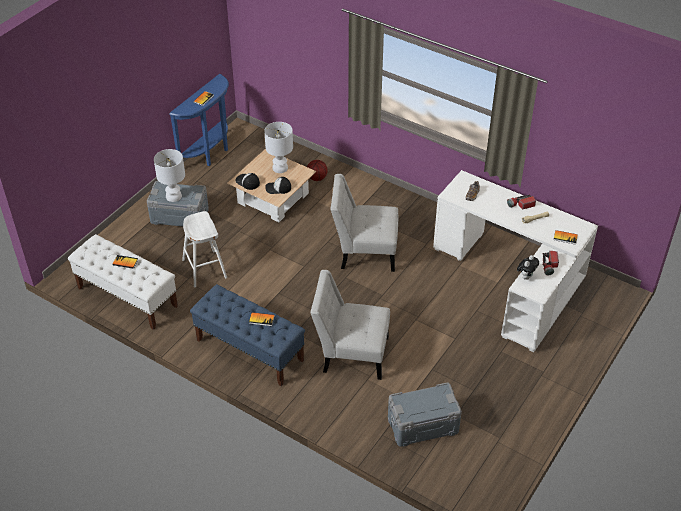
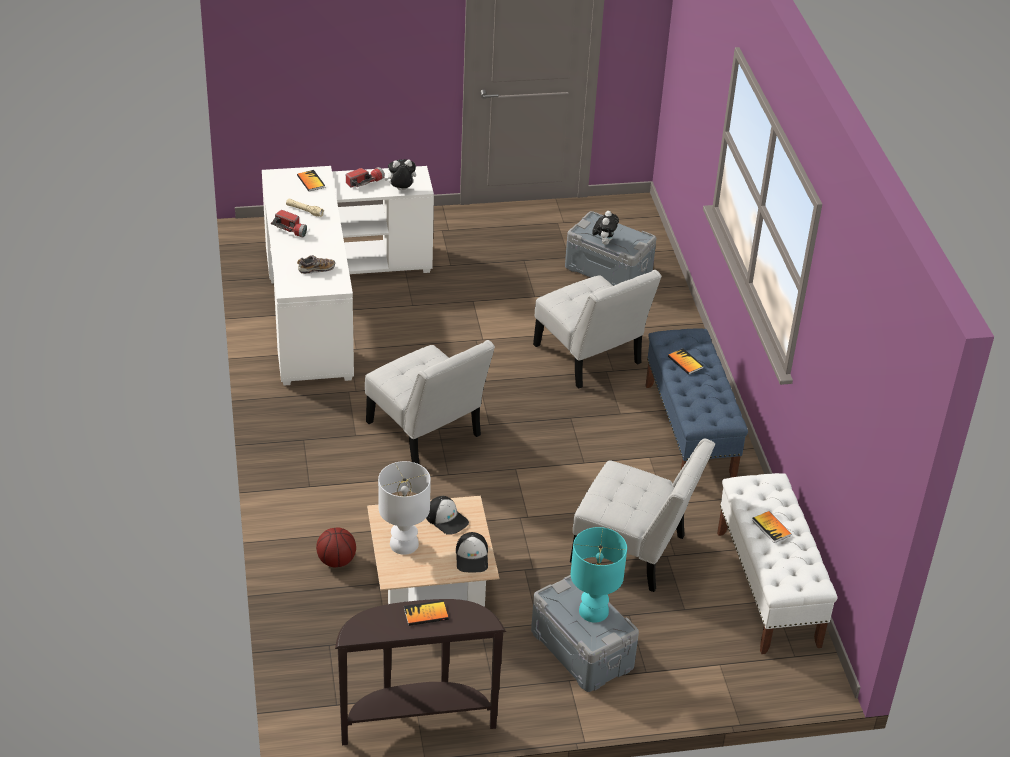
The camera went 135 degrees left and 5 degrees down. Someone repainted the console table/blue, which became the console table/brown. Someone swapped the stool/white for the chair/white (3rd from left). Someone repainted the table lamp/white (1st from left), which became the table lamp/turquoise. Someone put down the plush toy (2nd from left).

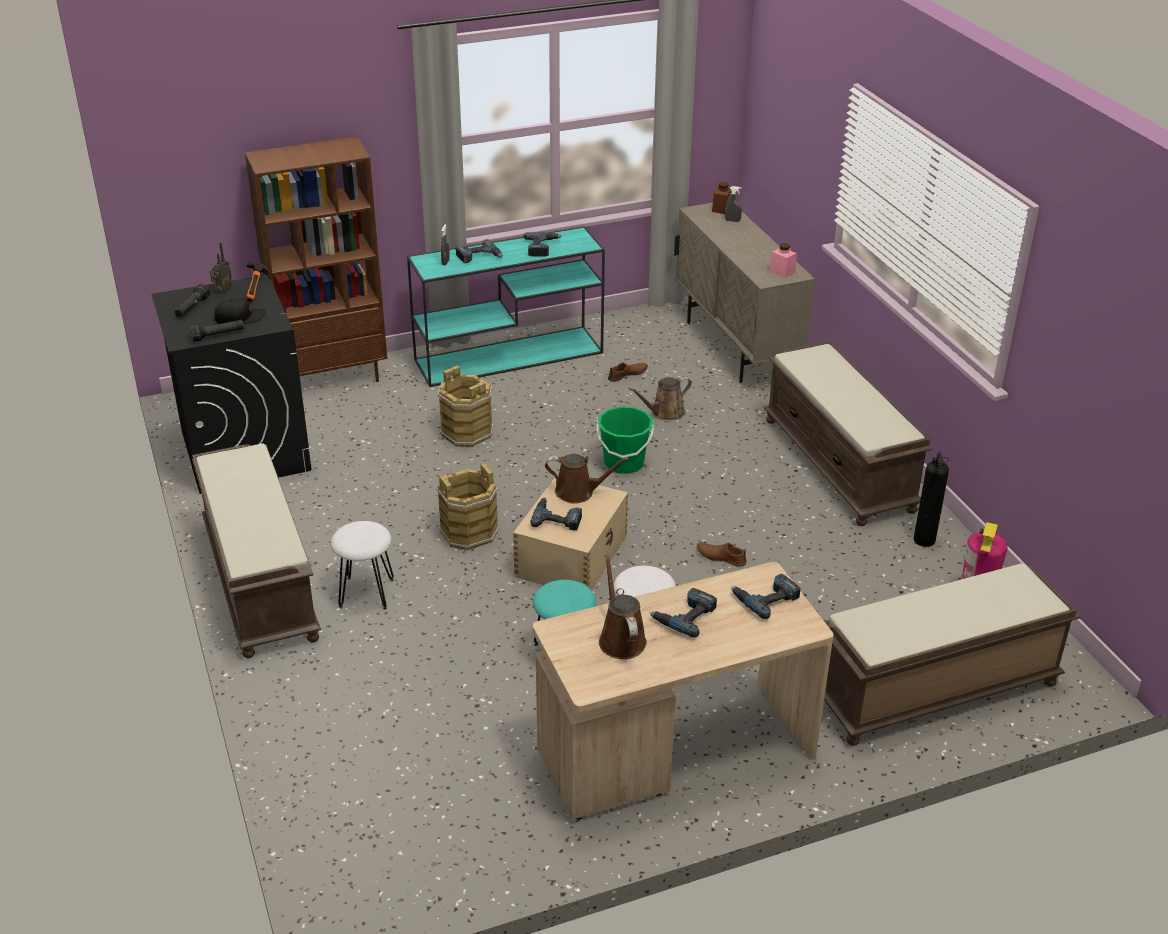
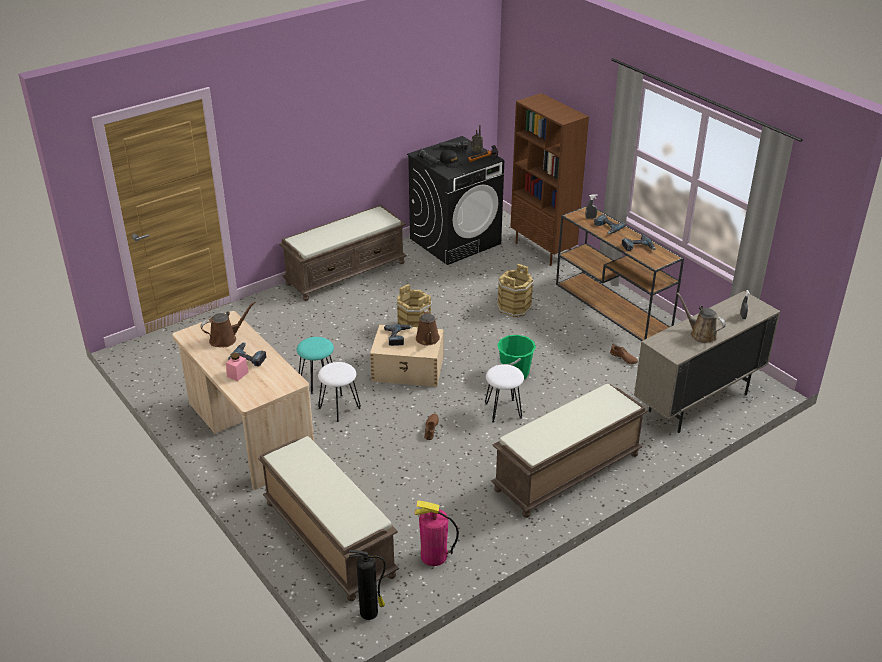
The camera went 75 degrees right and 0 degrees up. Someone carried the jar/pink. Someone carried the fire extinguisher (1st from left). Someone carried the stool/white (1st from left in the first image). Someone repainted the console table/turquoise, which became the console table/brown. Someone carried the watering can/brown (3rd from left). Someone took away the jar/brown. Someone took away the power drill (5th from left).

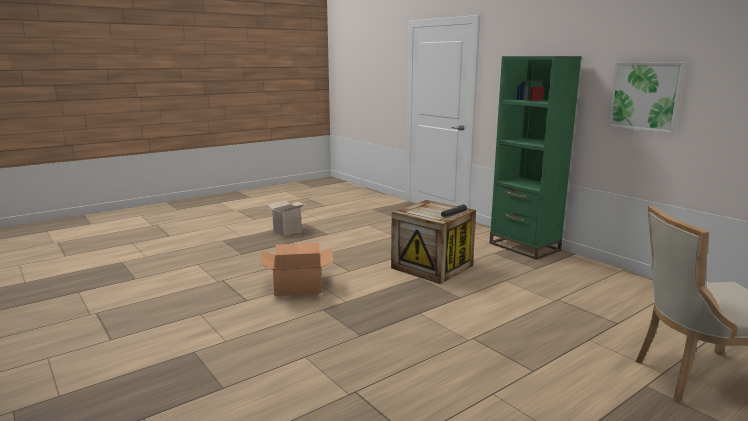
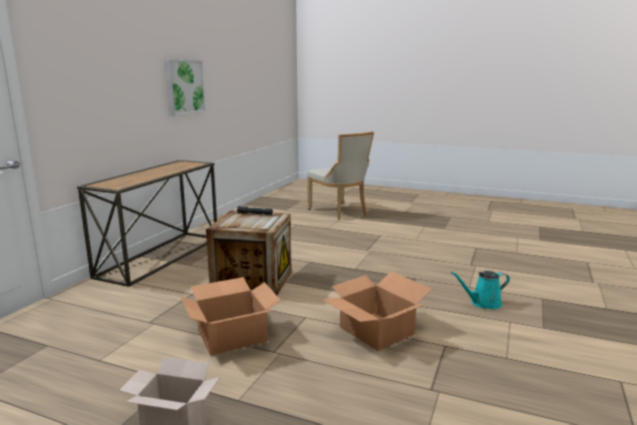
The camera went 120 degrees left and 0 degrees up. Someone swapped the bookcase/green for the console table. Someone put down the cardboard box (2nd from left). Someone put down the watering can/turquoise.

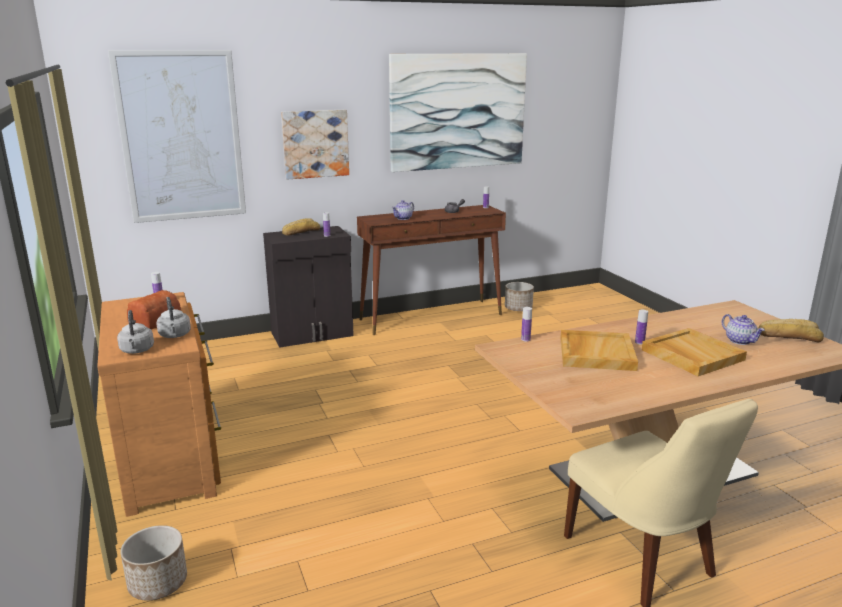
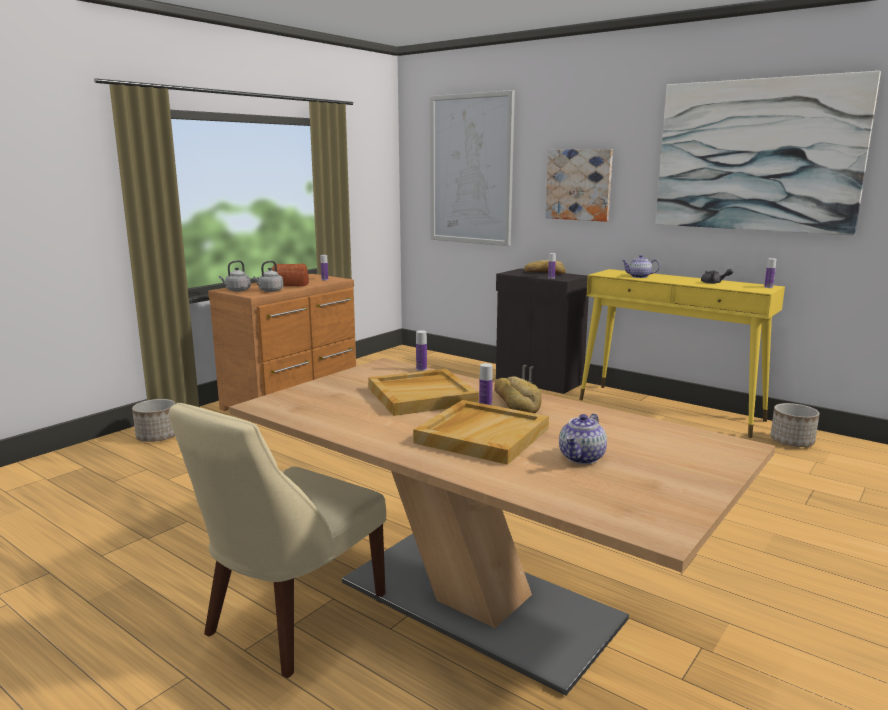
The camera went 60 degrees right and 5 degrees down. Someone carried the bread (3rd from left in the first image). Someone repainted the console table/brown, which became the console table/yellow.

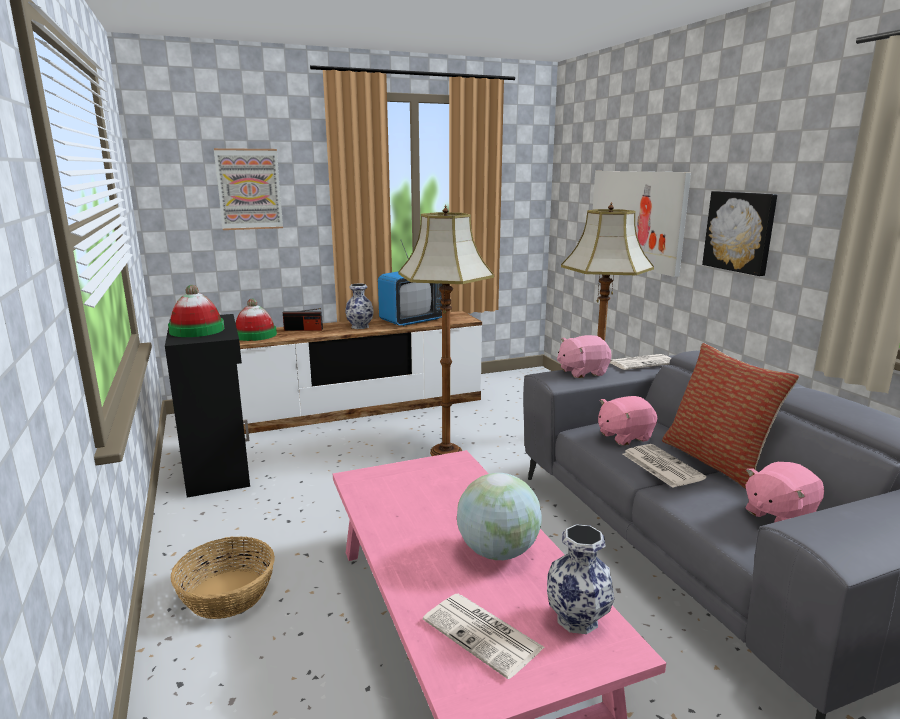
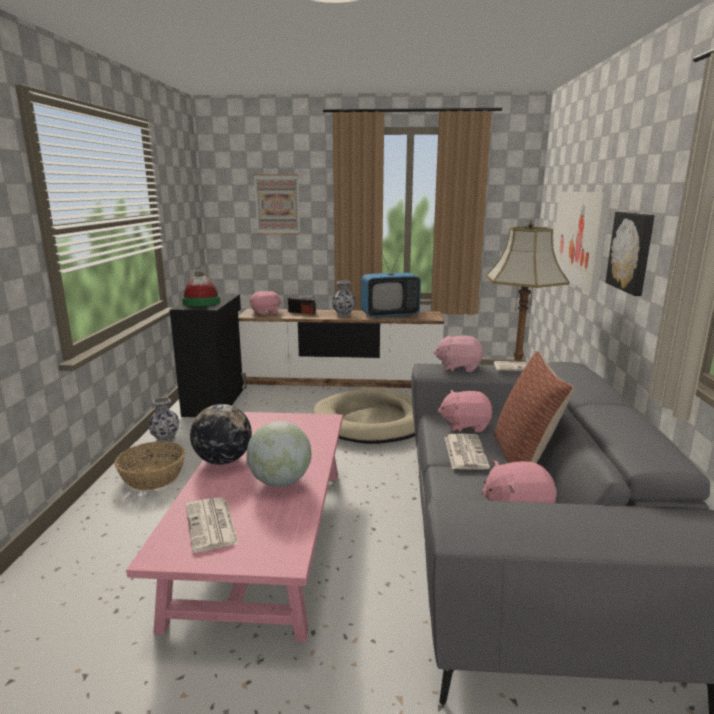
The camera went 25 degrees right and 0 degrees up. Someone carried the vase (2nd from left in the first image). Someone put down the globe (1st from left). Someone swapped the hat (2nd from left) for the plush toy/pink (1st from left). Someone swapped the floor lamp (1st from left) for the dog bed/beige.

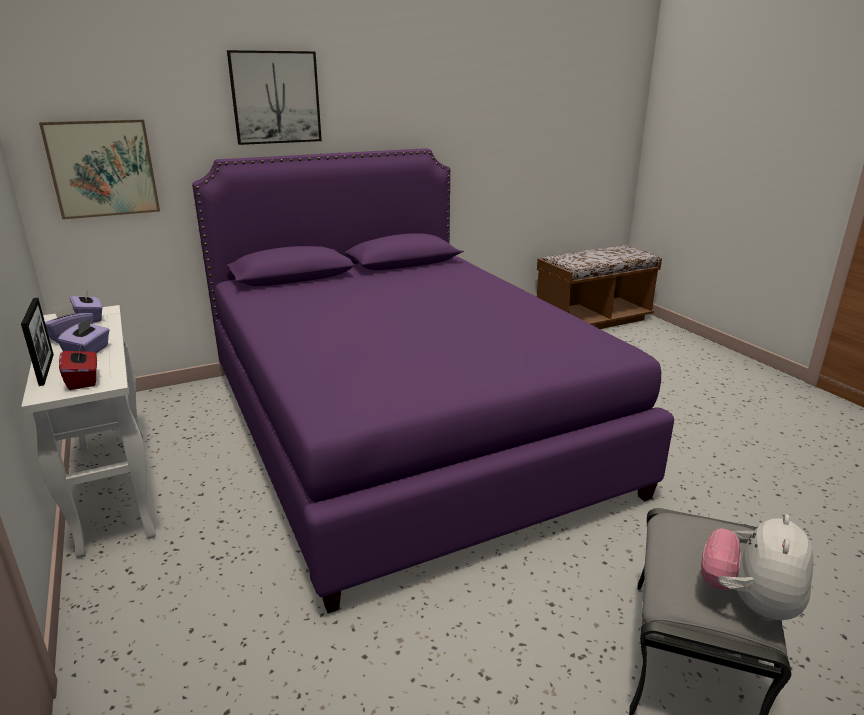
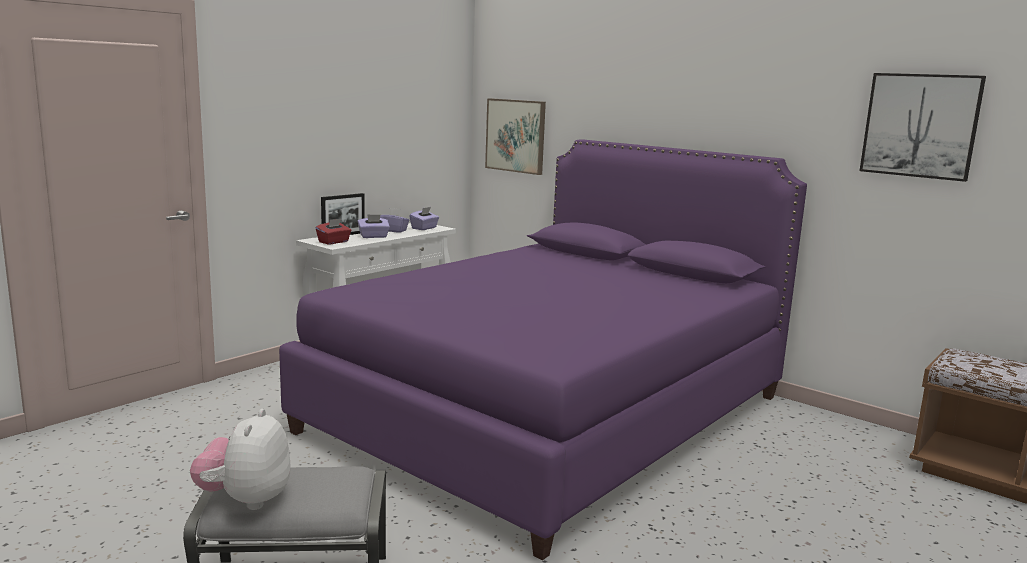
The camera went 65 degrees right and 10 degrees down. Someone rotated the plush toy by 90 degrees counterclockwise. Someone carried the picture (2nd from left).

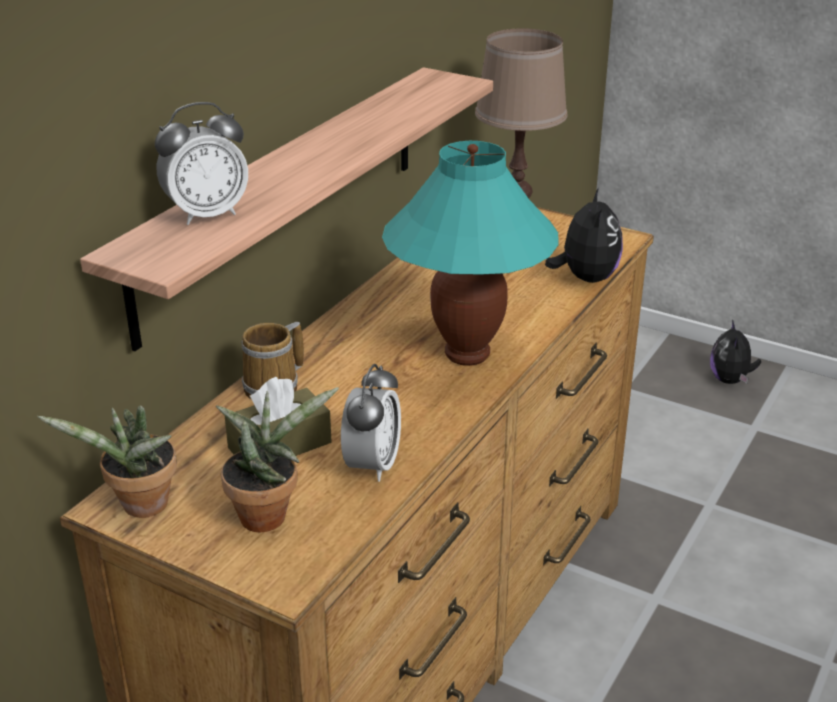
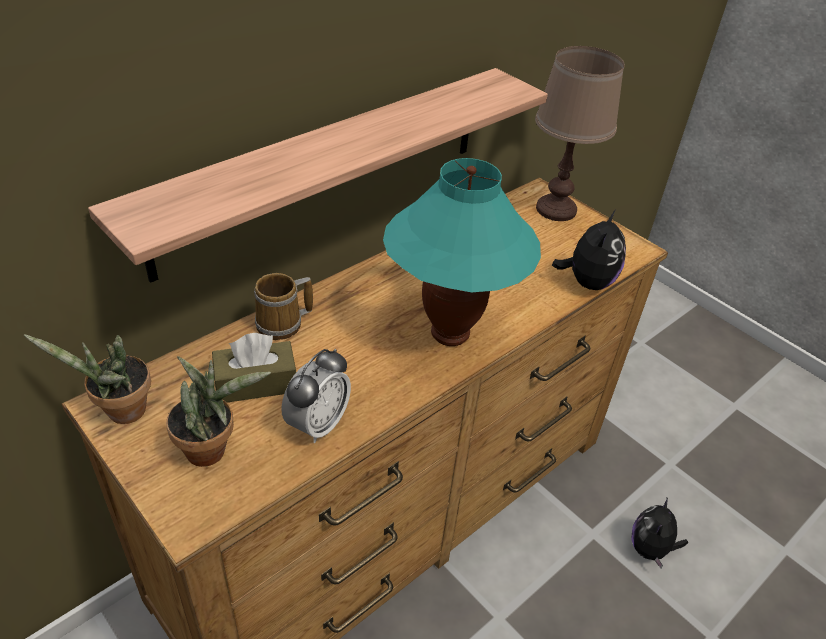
The camera went 15 degrees right and 10 degrees up. Someone carried the plush toy (2nd from left). Someone took away the alarm clock (1st from left).

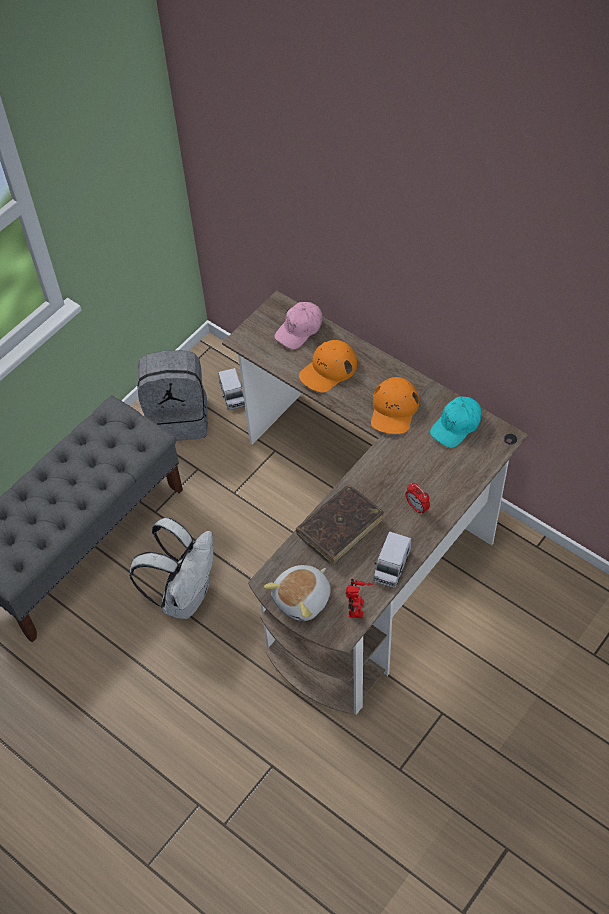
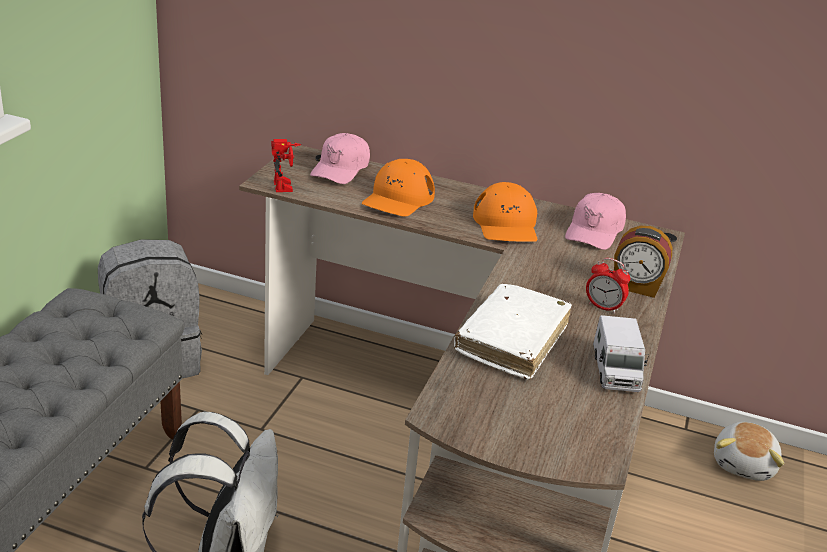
The camera went 25 degrees left and 25 degrees down. Someone carried the toy robot. Someone repainted the book/brown, which became the book/white. Someone repainted the cap/turquoise, which became the cap/pink (2nd from left). Someone put down the alarm clock (2nd from left). Someone carried the plush toy. Someone took away the toy truck (1st from left).

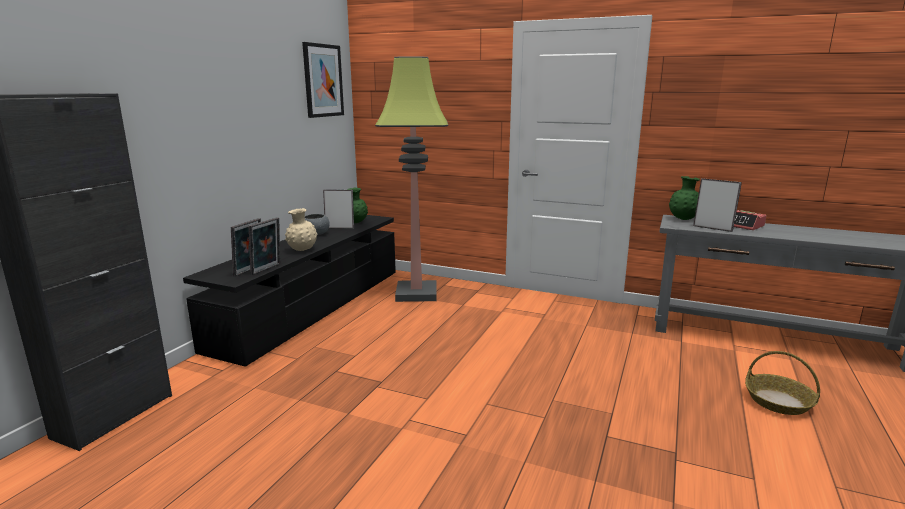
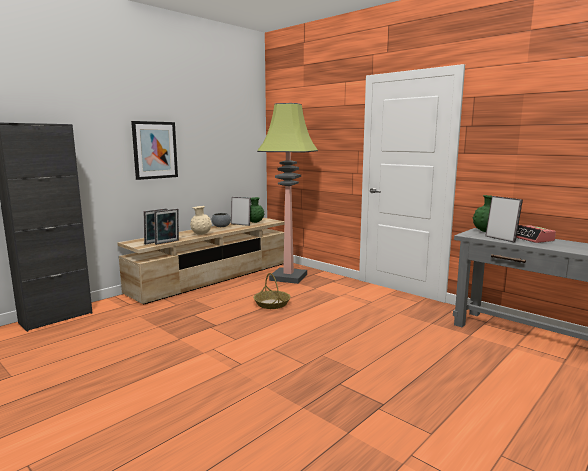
The camera went 20 degrees right and 5 degrees down. Someone repainted the tv stand/black, which became the tv stand/beige. Someone carried the picture. Someone carried the basket.

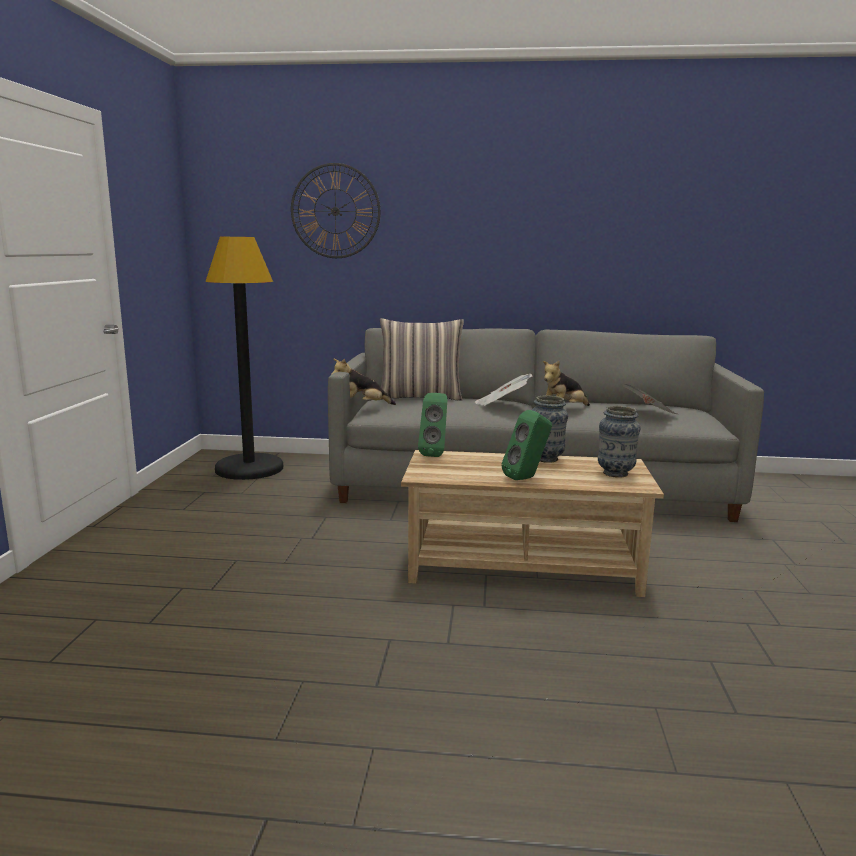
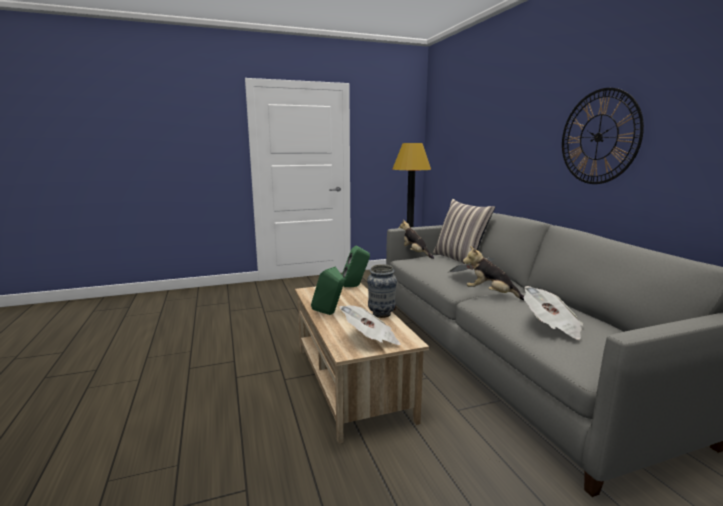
The camera went 65 degrees right and 0 degrees up. Someone swapped the vase (2nd from left) for the newspaper (1st from left). Someone carried the wall clock.

